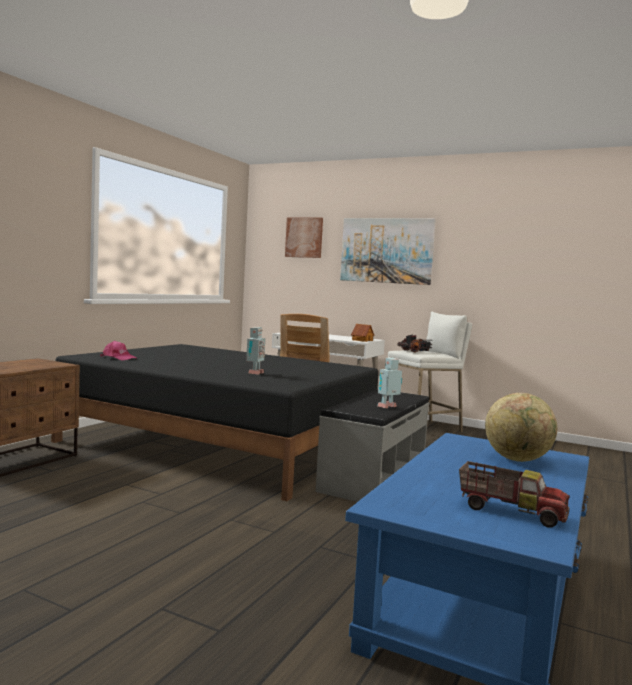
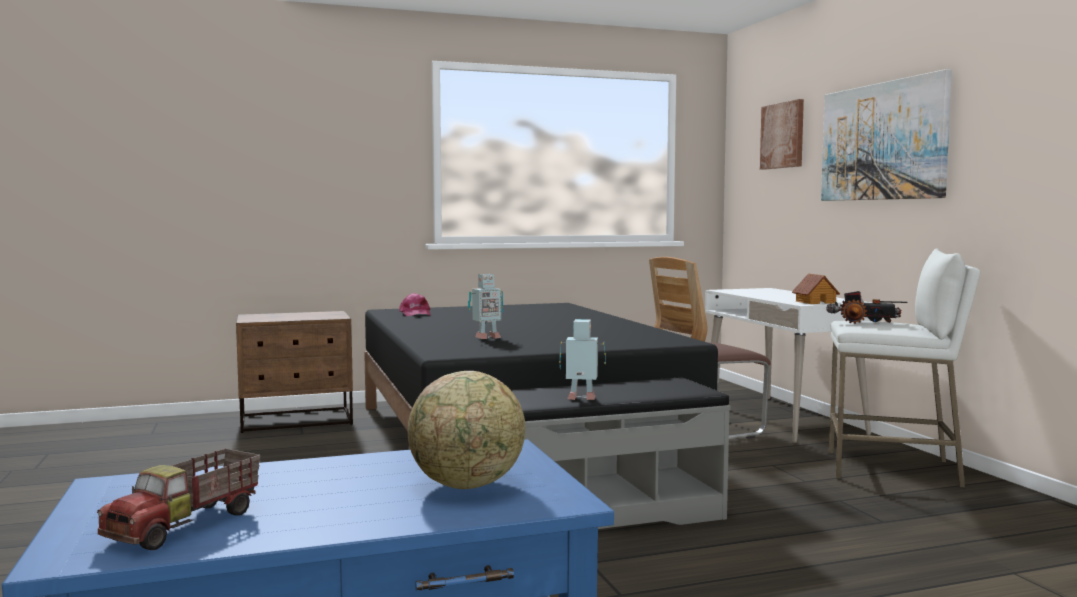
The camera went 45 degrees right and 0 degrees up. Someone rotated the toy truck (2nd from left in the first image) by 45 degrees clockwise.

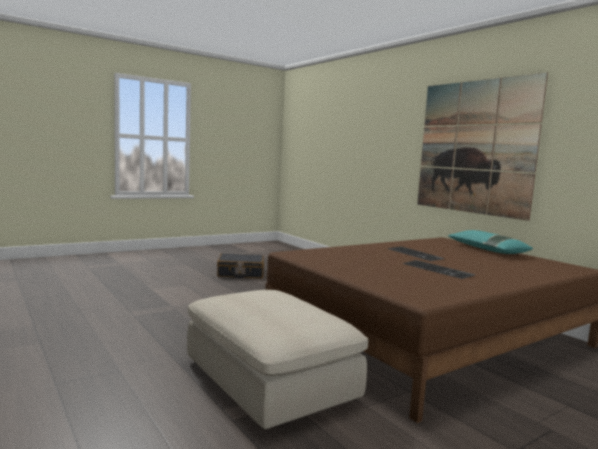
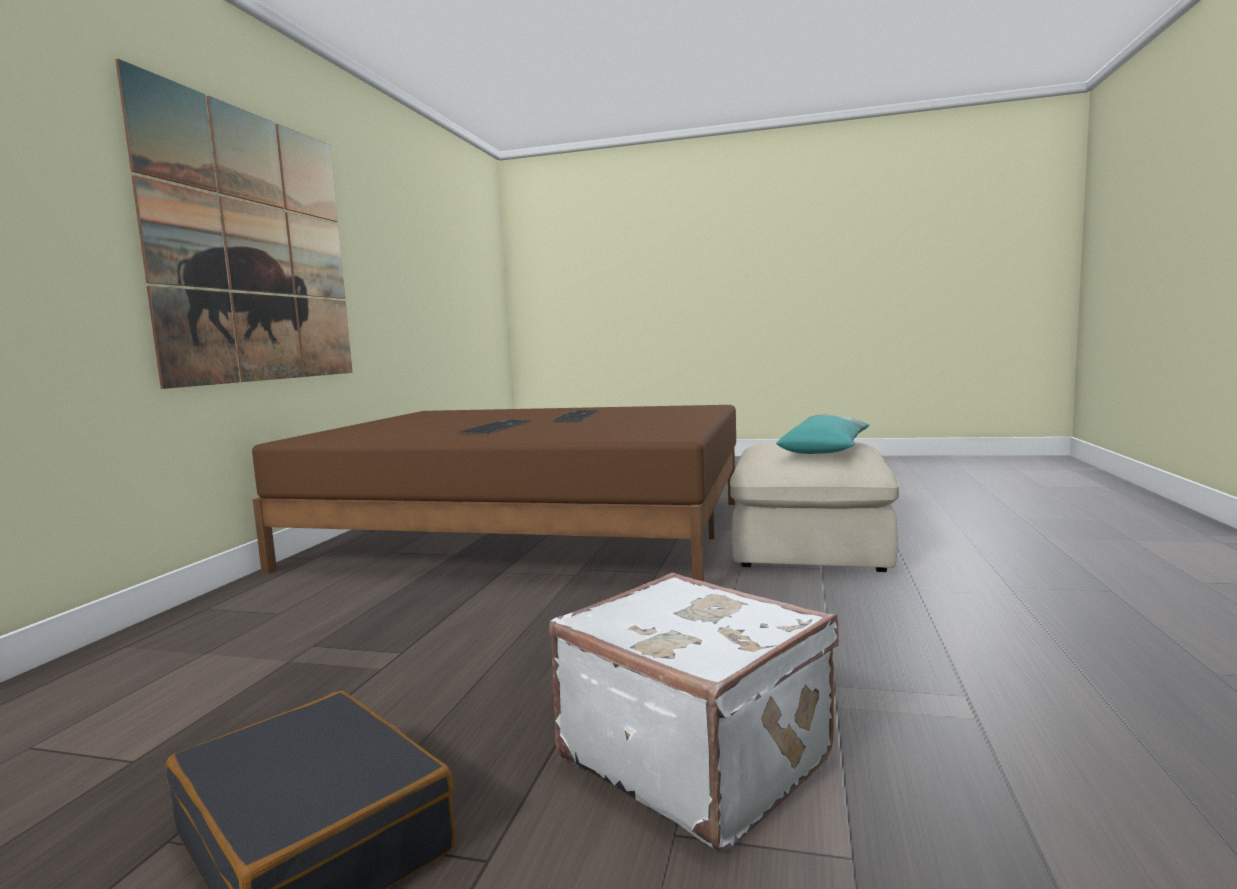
The camera went 130 degrees left and 0 degrees up. Someone put down the suitcase/white. Someone carried the pillow/turquoise.

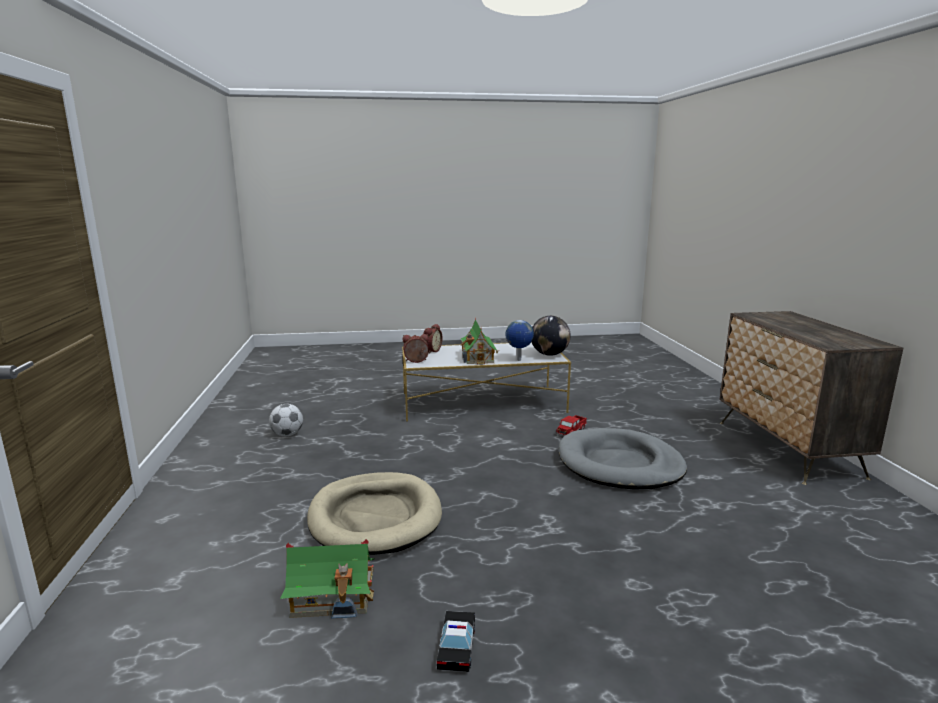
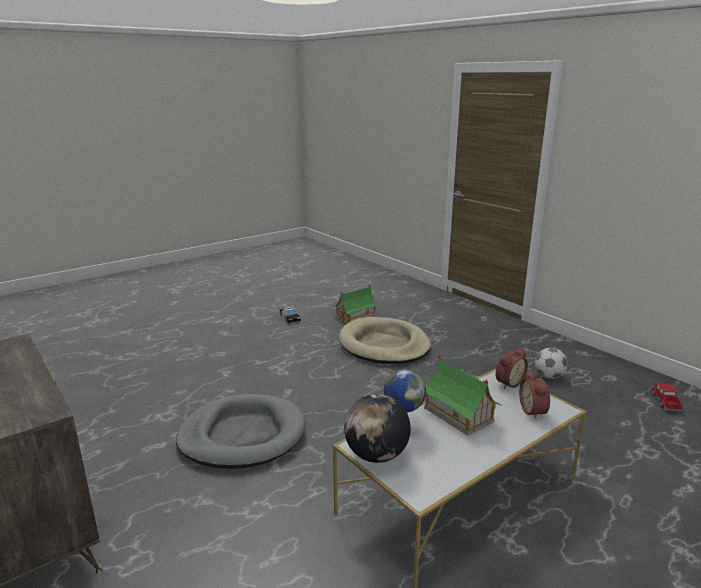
The camera went 150 degrees right and 5 degrees up. Someone carried the toy truck.

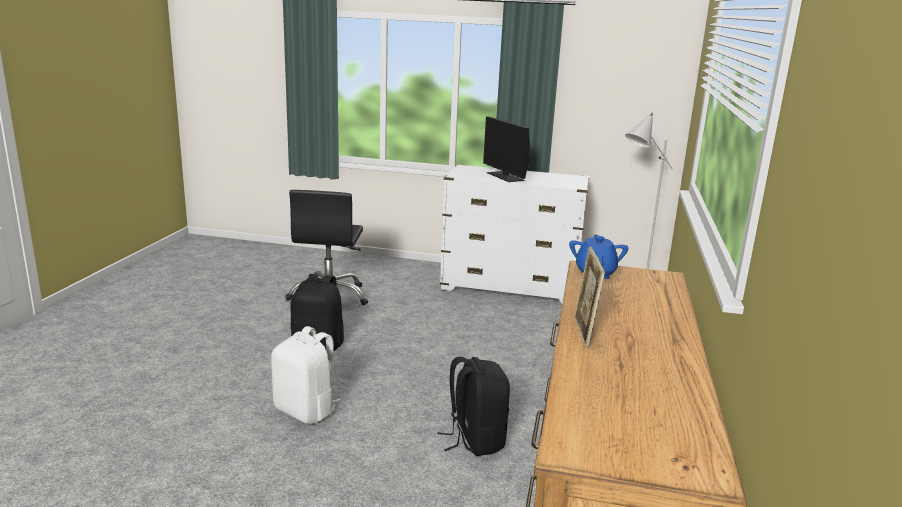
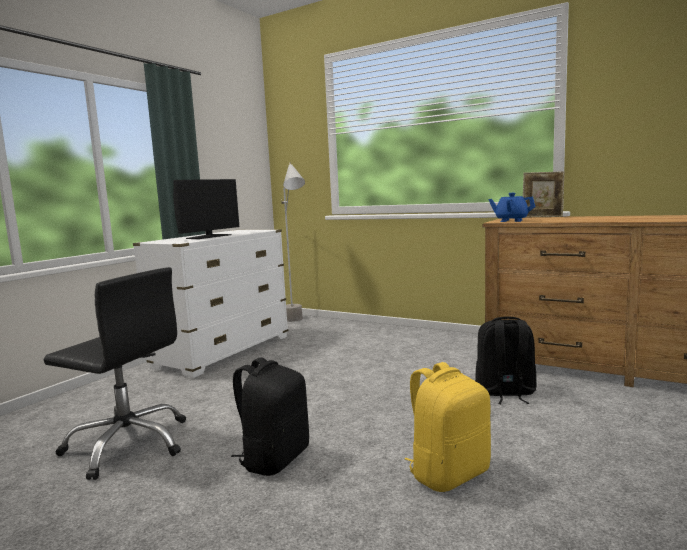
The camera went 70 degrees left and 10 degrees down. Someone rotated the monitor by 45 degrees counterclockwise. Someone repainted the backpack/white, which became the backpack/yellow. Someone carried the picture frame.

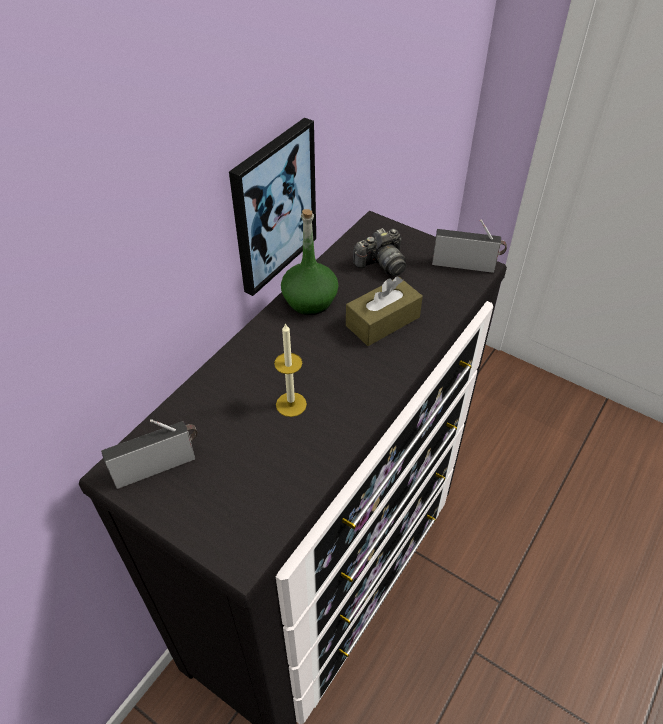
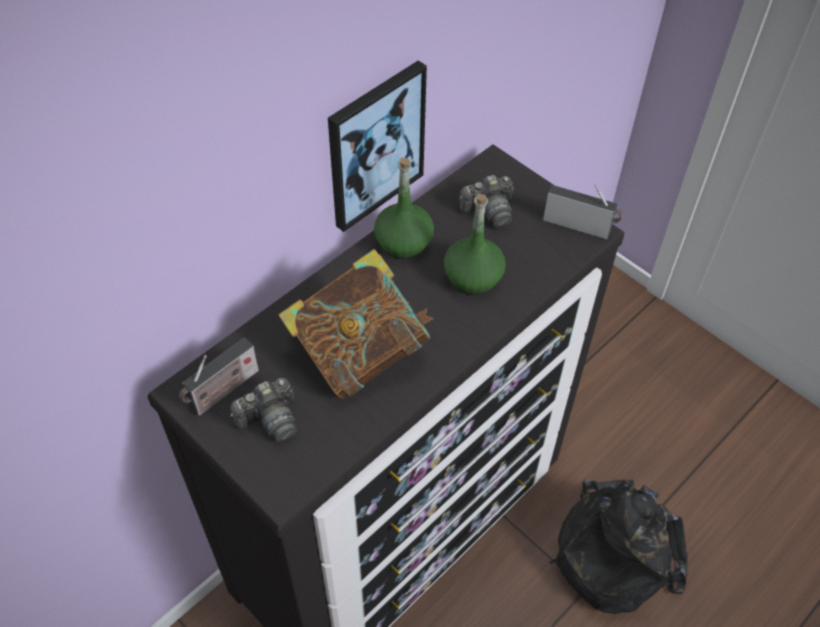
The camera went 10 degrees right and 5 degrees up. Someone rotated the radio (1st from left) by 150 degrees clockwise. Someone put down the photo camera (1st from left). Someone swapped the candle for the book. Someone swapped the tissue box/brown for the bottle/green (2nd from left). Someone put down the backpack/black.

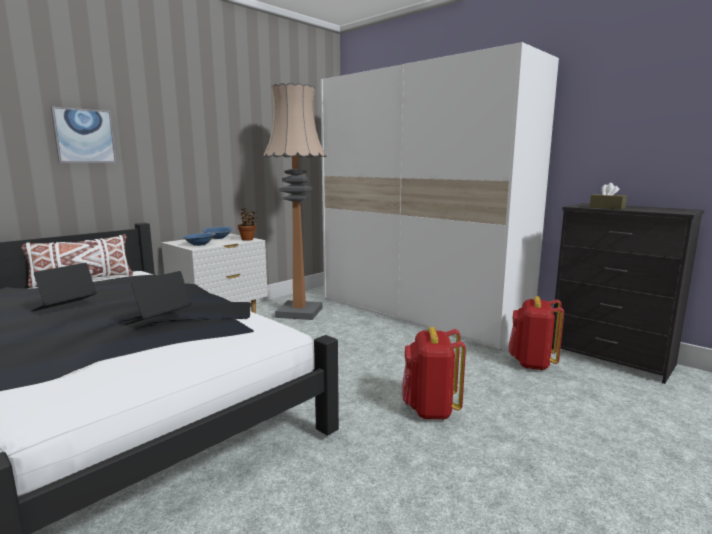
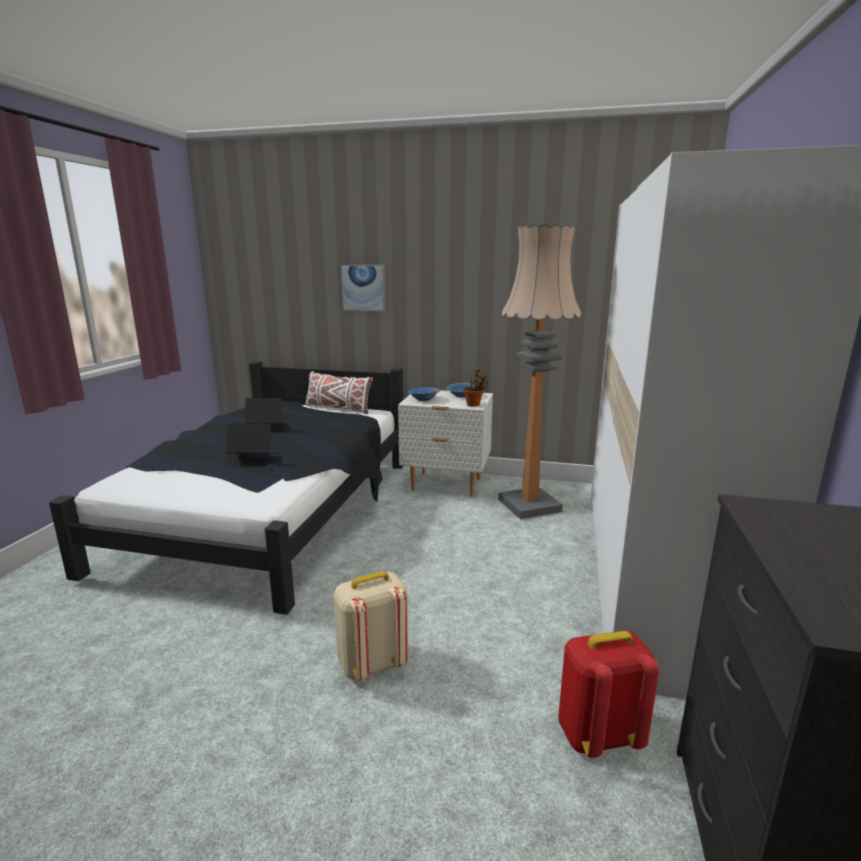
The camera went 60 degrees right and 5 degrees up. Someone repainted the backpack/red (1st from left), which became the backpack/beige. Someone took away the tissue box/brown.

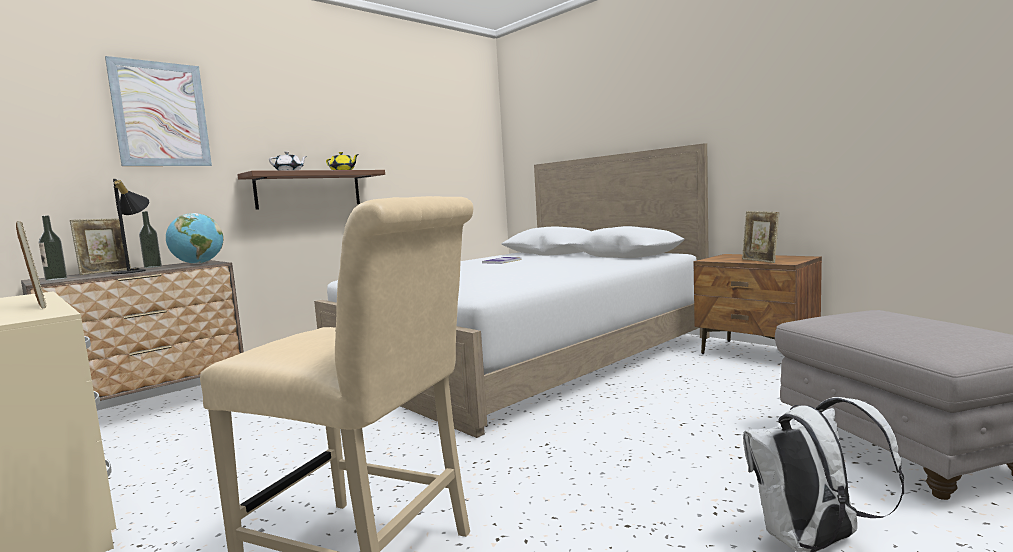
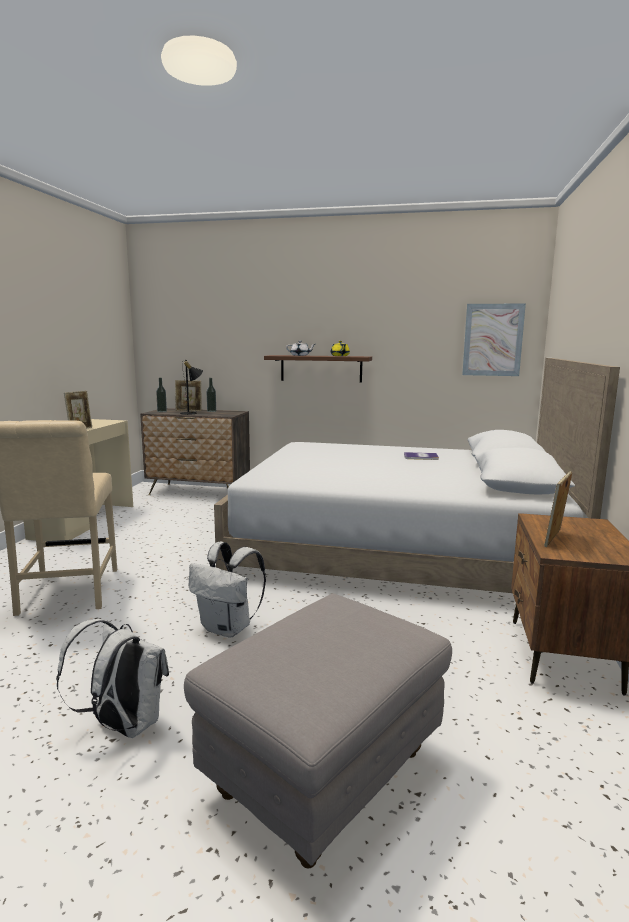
The camera went 55 degrees right and 5 degrees up. Someone put down the backpack/white (2nd from left). Someone carried the picture. Someone took away the globe.

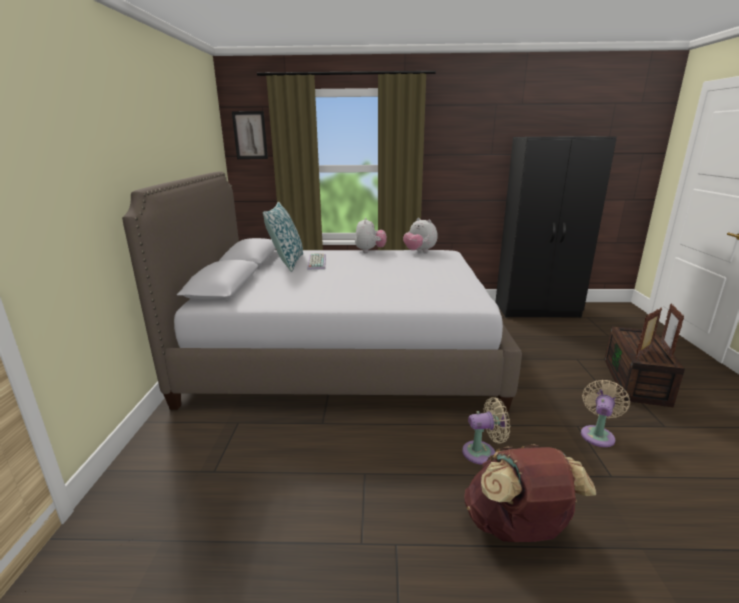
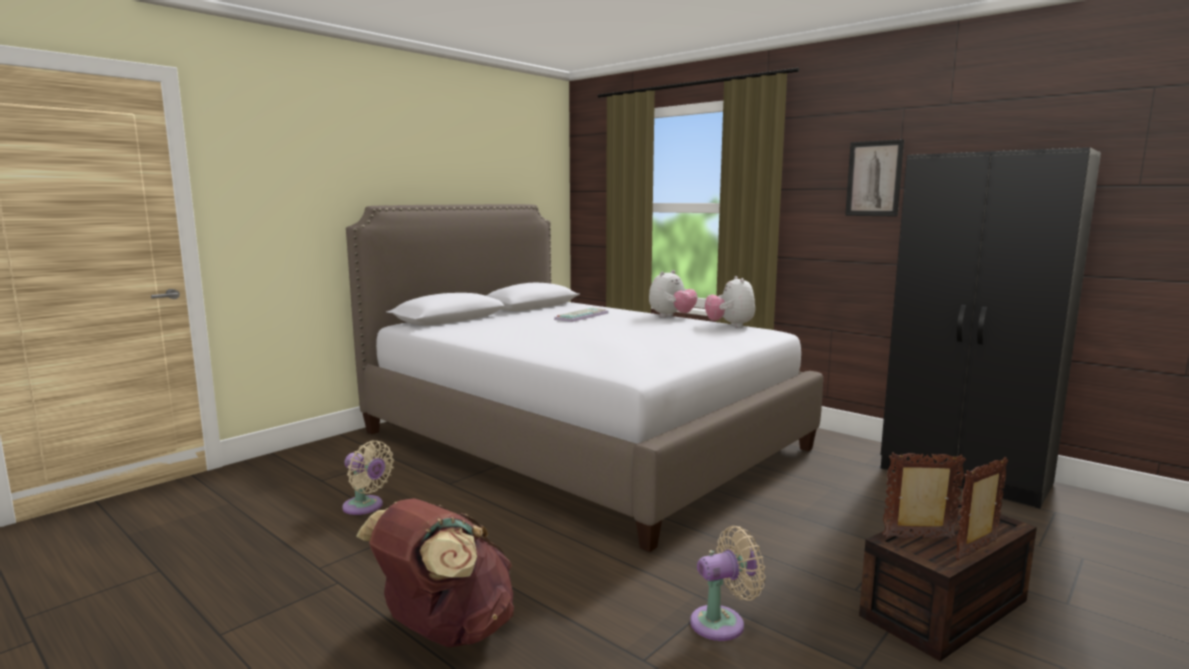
The camera went 40 degrees right and 10 degrees down. Someone carried the fan/beige (1st from left). Someone carried the picture. Someone took away the pillow.

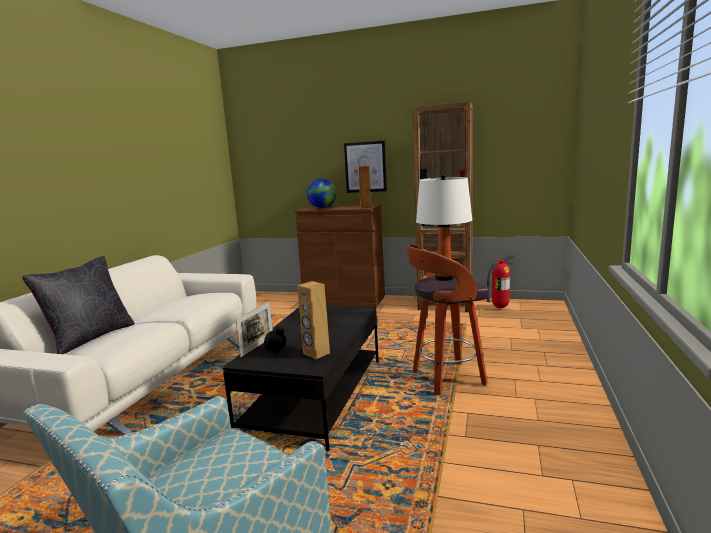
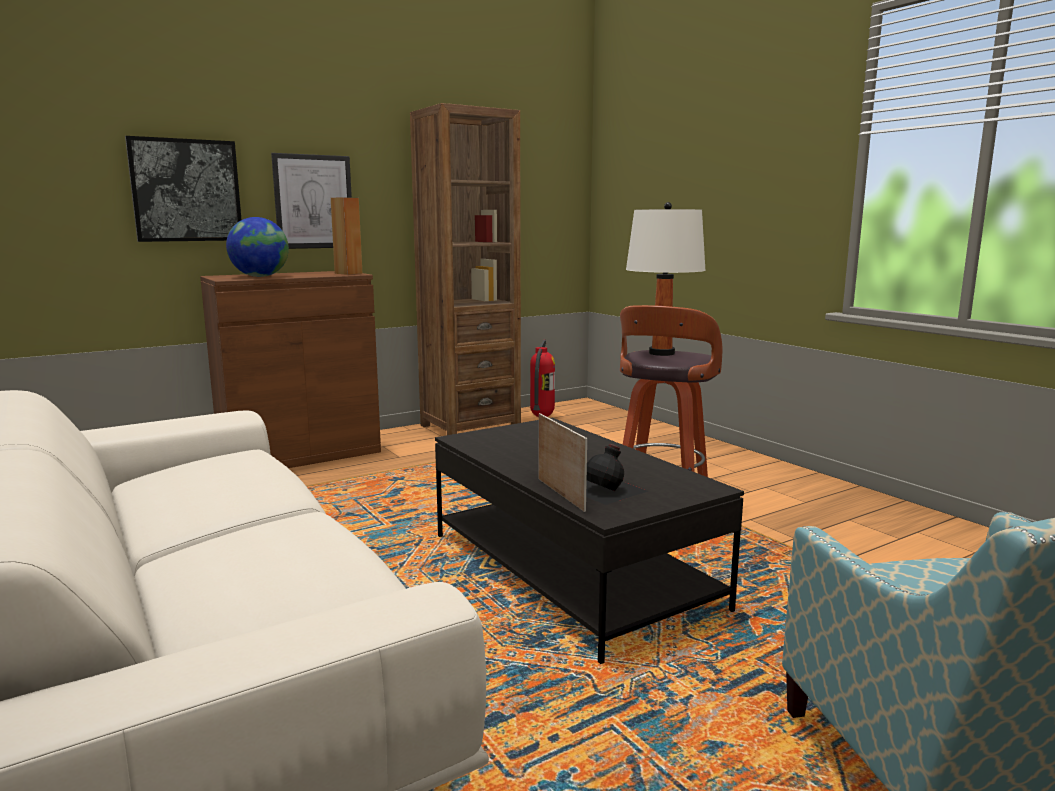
The camera went 50 degrees left and 0 degrees up. Someone put up the picture (1st from left). Someone took away the pillow/black. Someone took away the speaker/brown (1st from left).

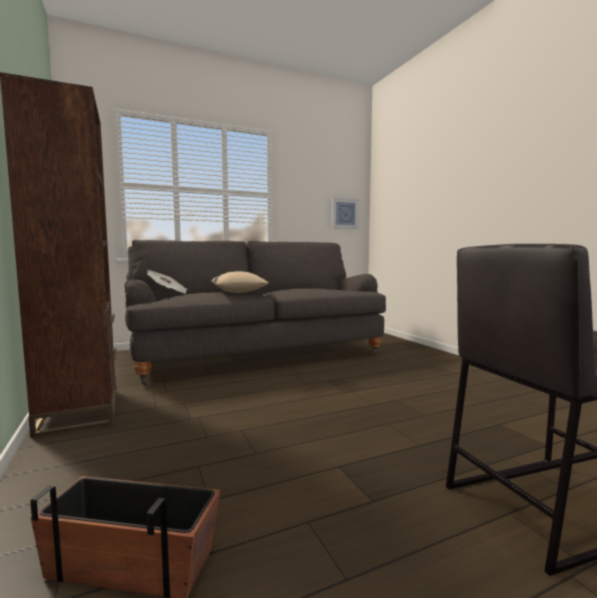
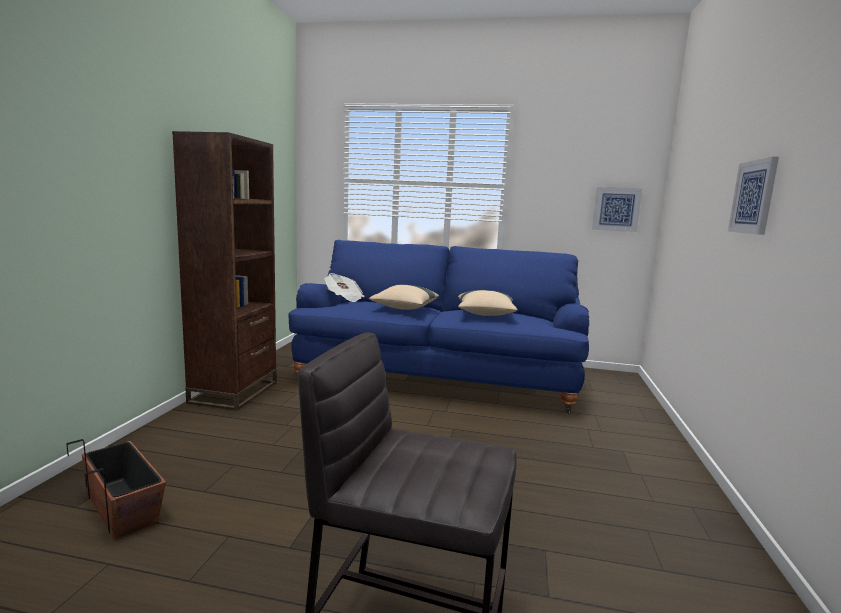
The camera went 35 degrees right and 5 degrees up. Someone repainted the sofa/grey, which became the sofa/blue. Someone put down the pillow/beige (2nd from left). Someone put up the picture (2nd from left).

